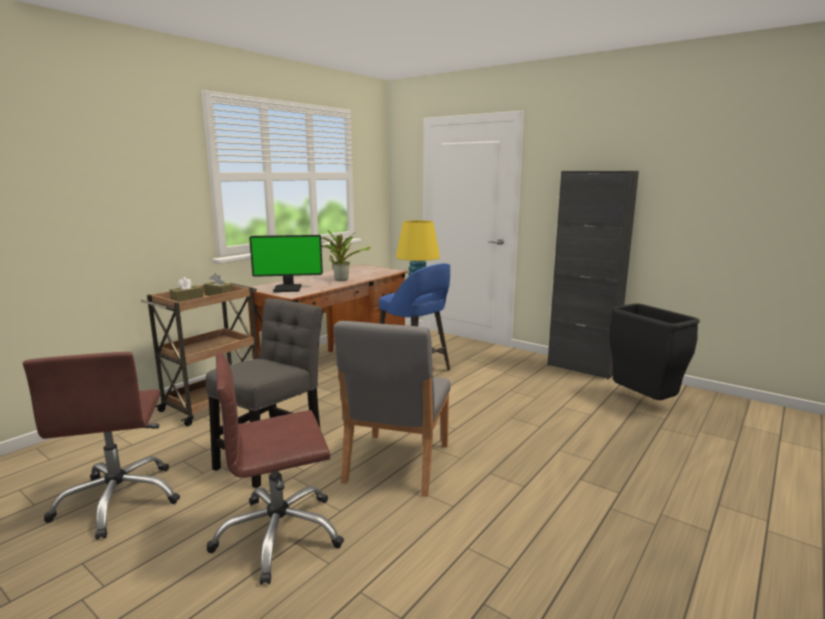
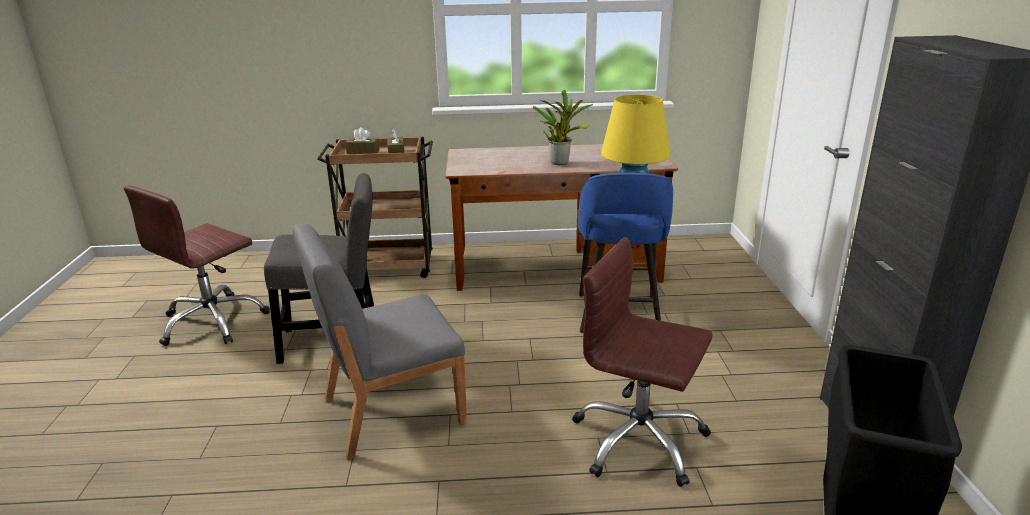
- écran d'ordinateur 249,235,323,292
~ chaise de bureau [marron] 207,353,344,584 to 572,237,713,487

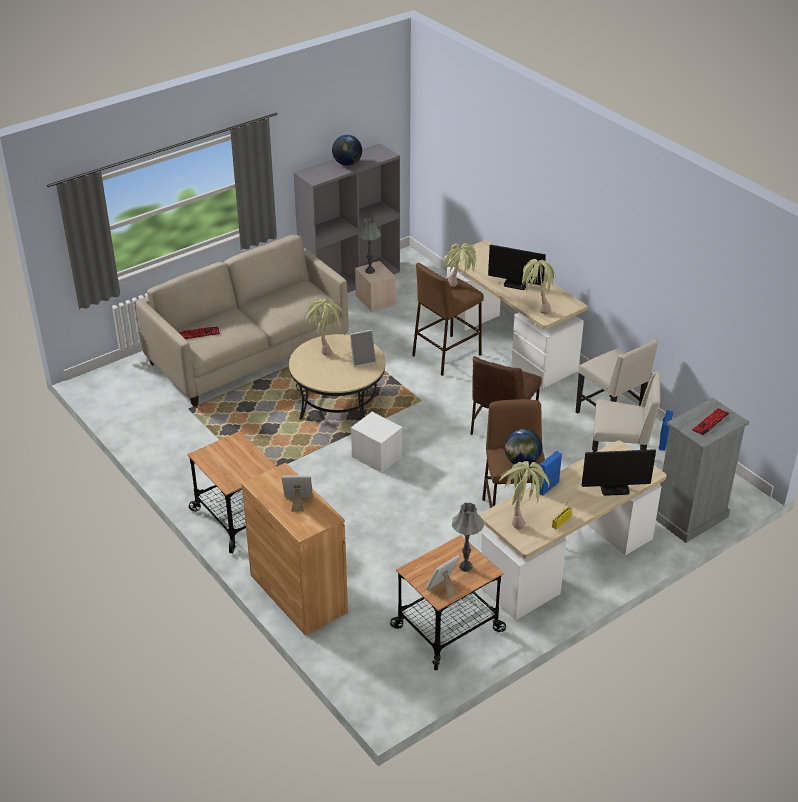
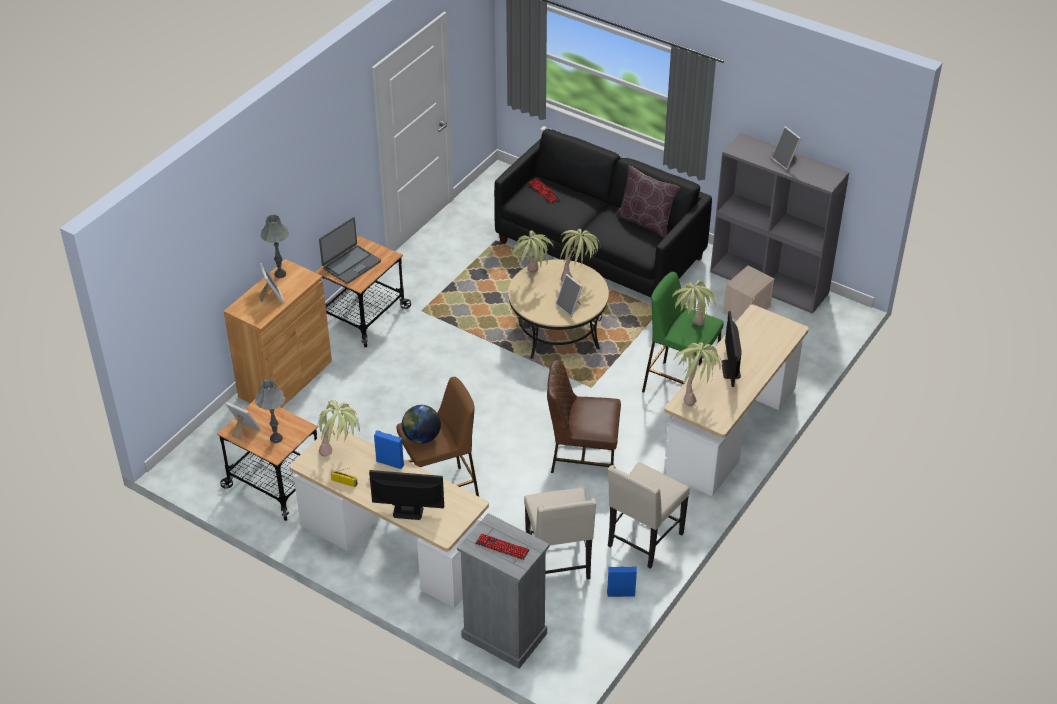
- boîte de rangement [blanc] 351,412,402,473
+ ordinateur portable 319,217,381,284
+ plante en pot 512,231,554,273
+ coussin [marron] 616,166,680,237
~ lampe de table [gris] 358,218,381,274 to 261,214,289,278
~ globe 332,135,362,166 to cadre photo 771,126,801,170
~ canapé [beige] 136,235,349,406 to canapé [noir] 494,129,712,297
~ tabouret [marron] 412,263,484,376 to tabouret [vert] 642,272,724,393
~ écran d'ordinateur 582,449,656,496 = 369,470,444,520 120 degrees clockwise

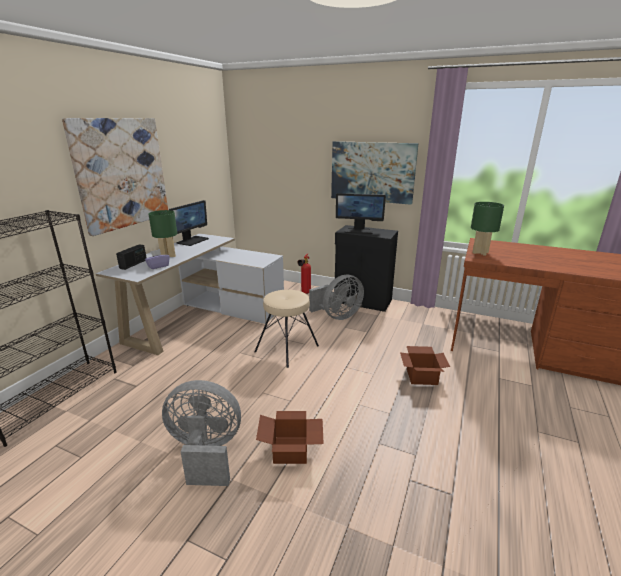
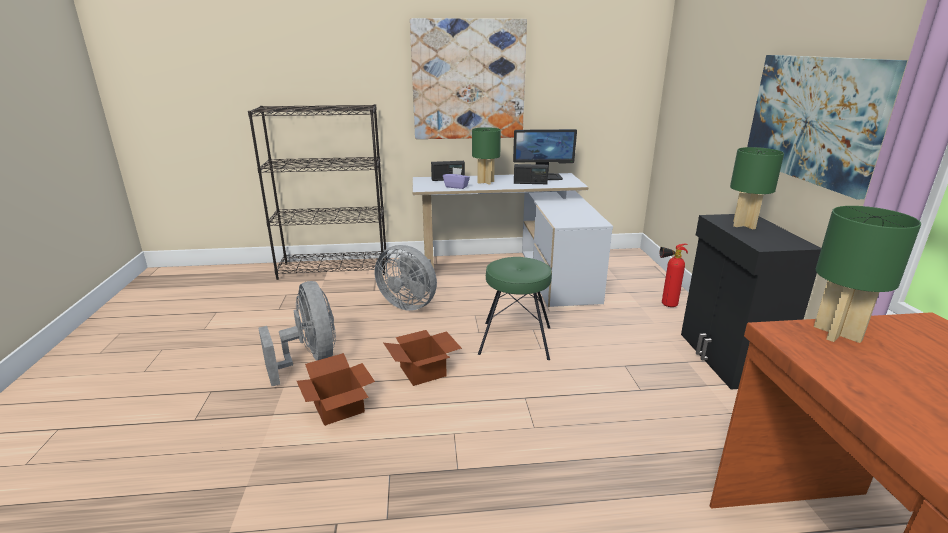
+ radio 514,164,548,184
~ ventilateur [gris] 309,274,364,320 to 374,245,437,311
~ carton 400,346,450,385 to 384,330,462,386
~ écran d'ordinateur 336,193,386,234 to lampe de table [vert] 730,147,784,229
~ tabouret [beige] 254,290,319,368 to tabouret [vert] 478,257,552,360

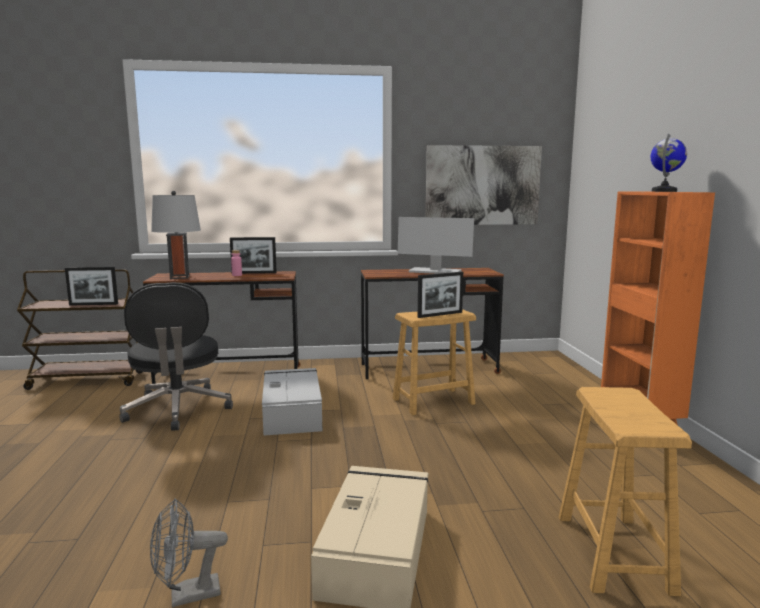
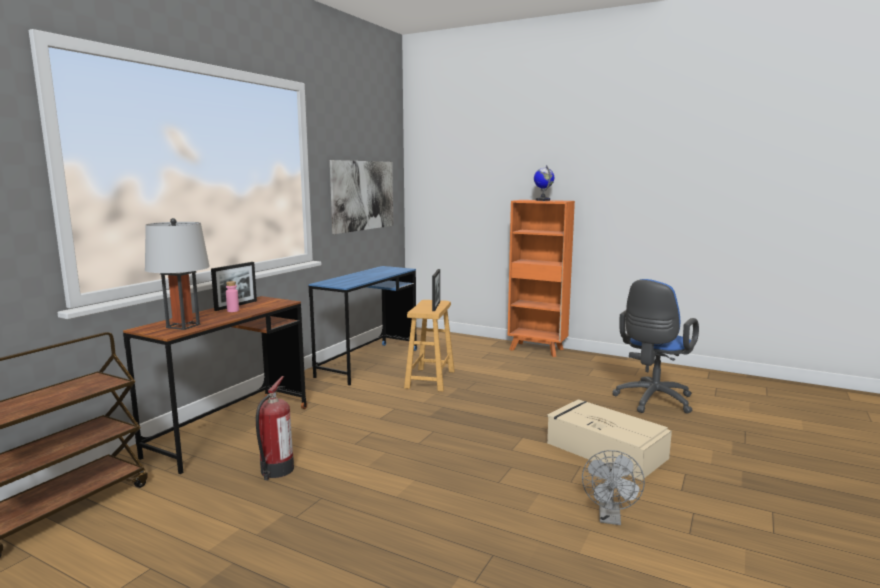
- cadre photo 65,267,118,306
- boîte de rangement [gris] 262,368,322,436
- écran d'ordinateur 398,217,474,274
~ chaise de bureau [noir] 119,282,233,431 to extincteur 256,376,294,480
~ tabouret [marron] 559,387,692,596 to chaise de bureau [bleu] 612,279,699,414
~ bureau [marron] 361,268,504,379 to bureau [bleu] 309,266,417,386

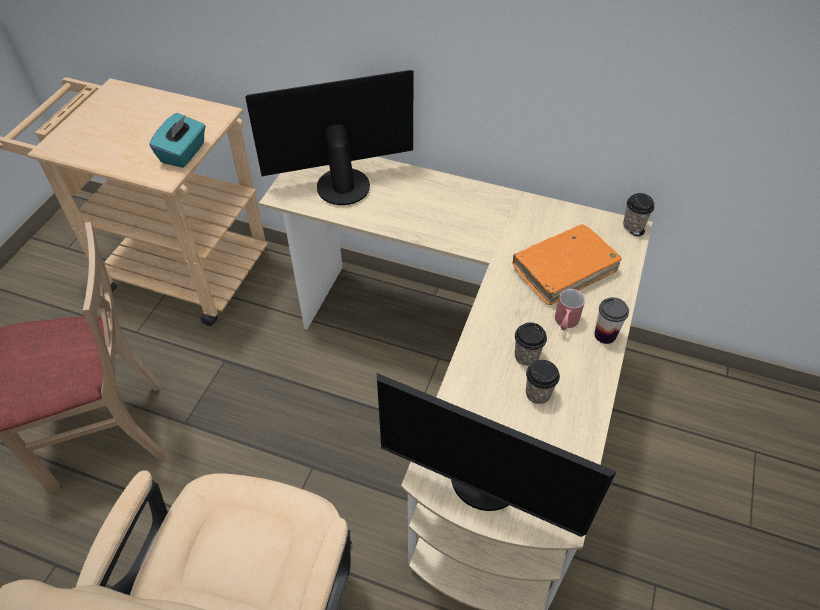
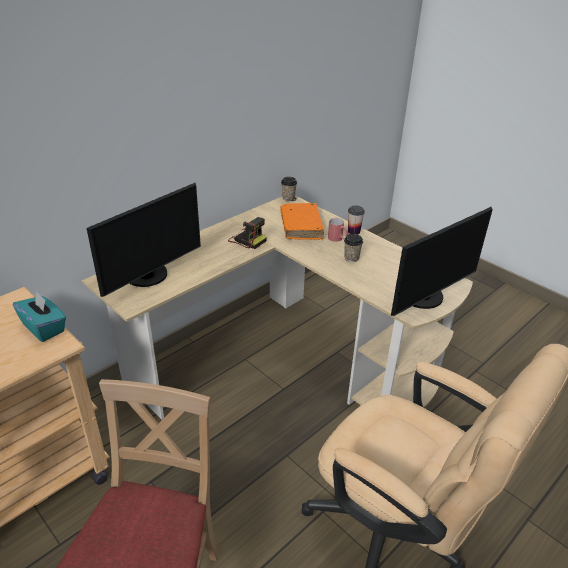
- tasse 526,360,560,404
+ appareil photo 228,217,267,249
~ écran d'ordinateur 245,70,414,205 = 86,183,201,297 150 degrees counterclockwise

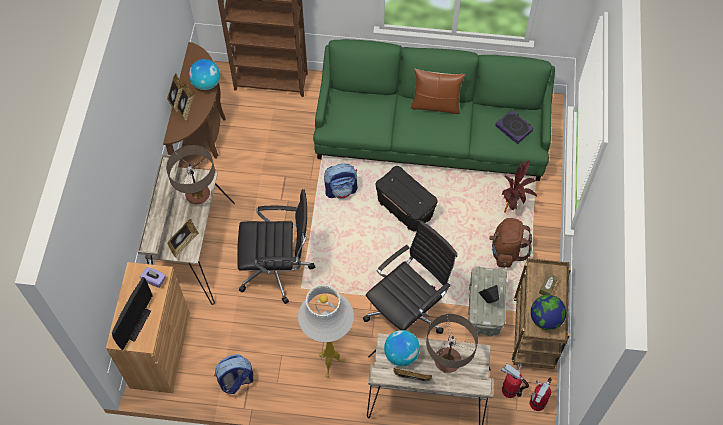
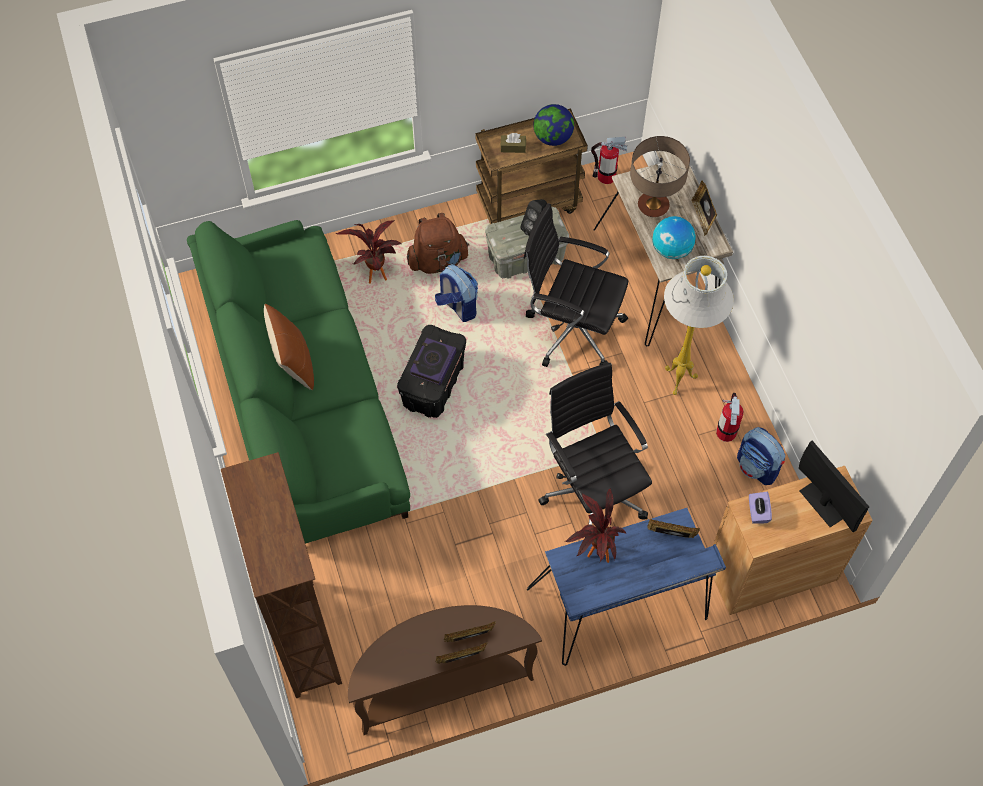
- globe 189,59,220,90
~ sac à dos 324,164,358,199 to 435,264,478,322
~ livre 495,110,534,144 to 410,337,457,385
~ extincteur 501,363,529,398 to 716,393,743,442
~ lampe de table 166,145,215,205 to plante en pot 565,488,626,563
~ bureau [beige] 137,154,235,305 to bureau [bleu] 527,508,726,666
~ écran d'ordinateur 112,277,153,350 = 799,440,869,532 60 degrees clockwise

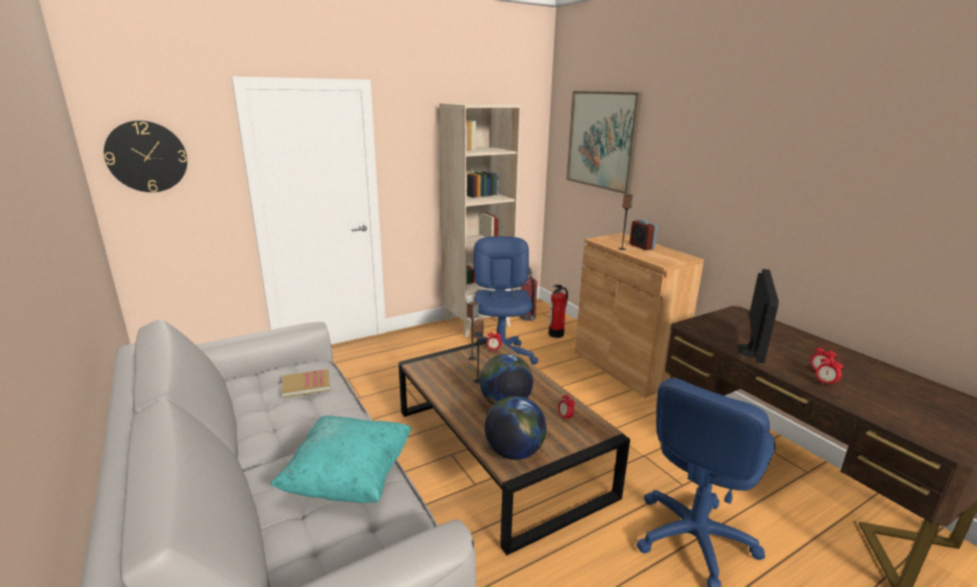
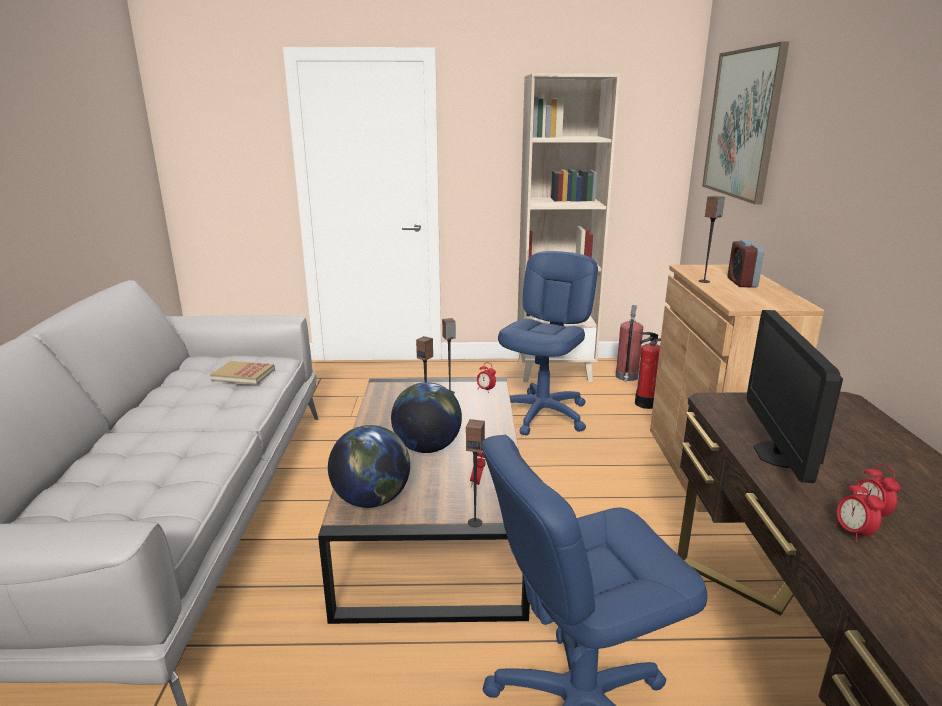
- horloge murale 104,120,187,192
- coussin [turquoise] 270,416,412,503
+ enceinte 466,419,485,527
~ écran d'ordinateur 738,269,779,363 = 747,310,843,483 135 degrees clockwise

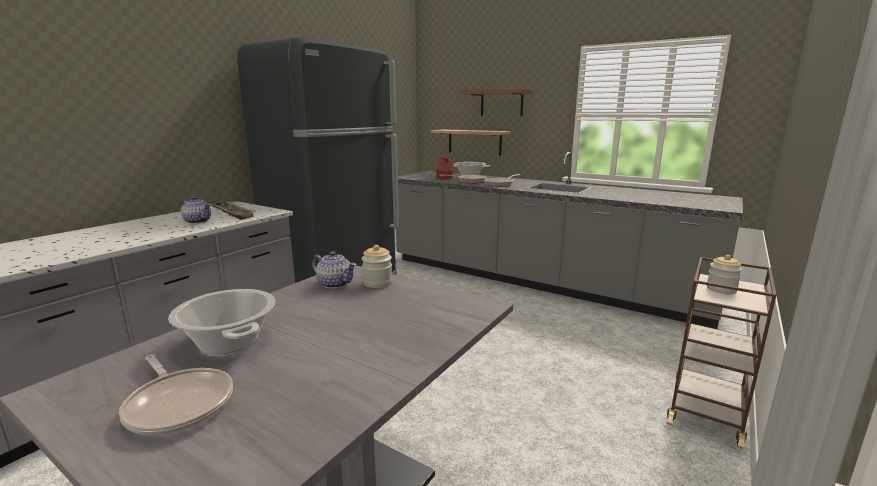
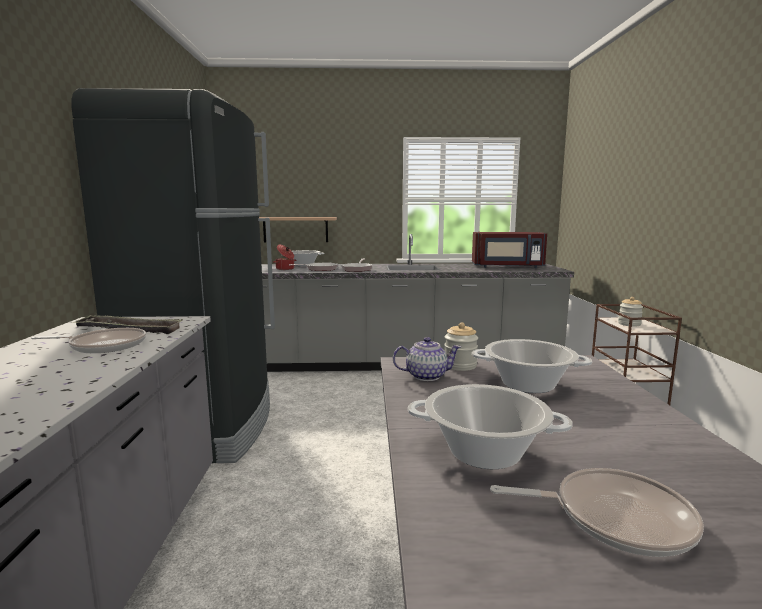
- étagère [marron] 461,88,533,116
+ micro-ondes [rouge] 472,232,547,268
+ marmite 472,339,592,393
~ théière 180,197,211,224 to poêle 31,328,146,353

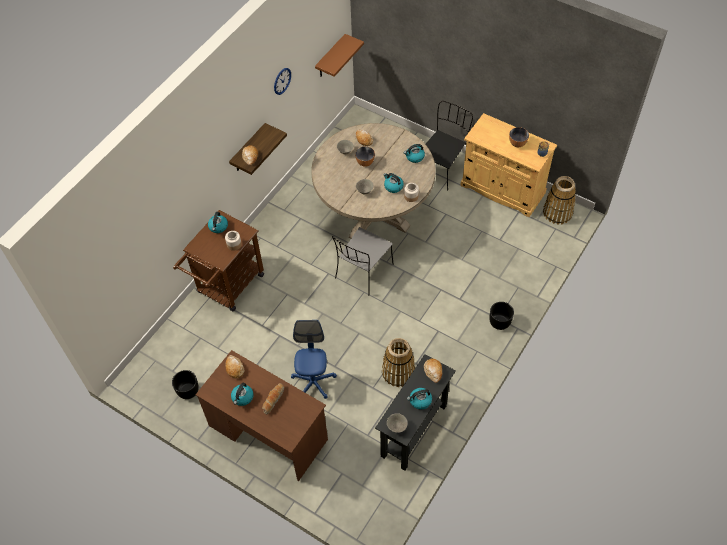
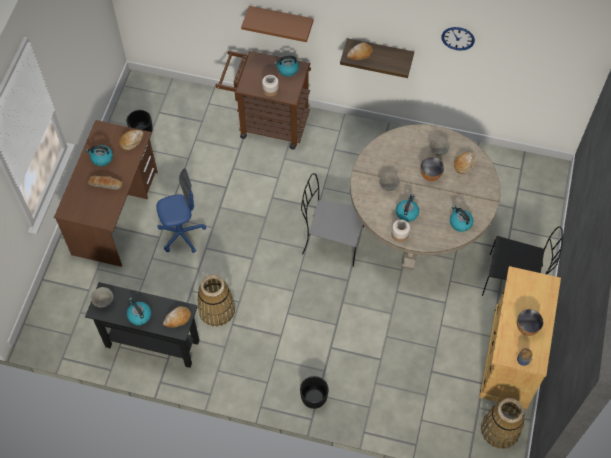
~ étagère [marron] 315,34,364,77 to 241,6,314,42

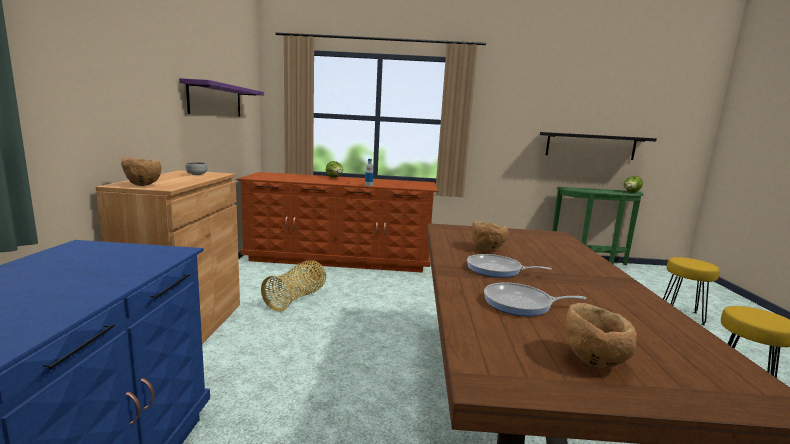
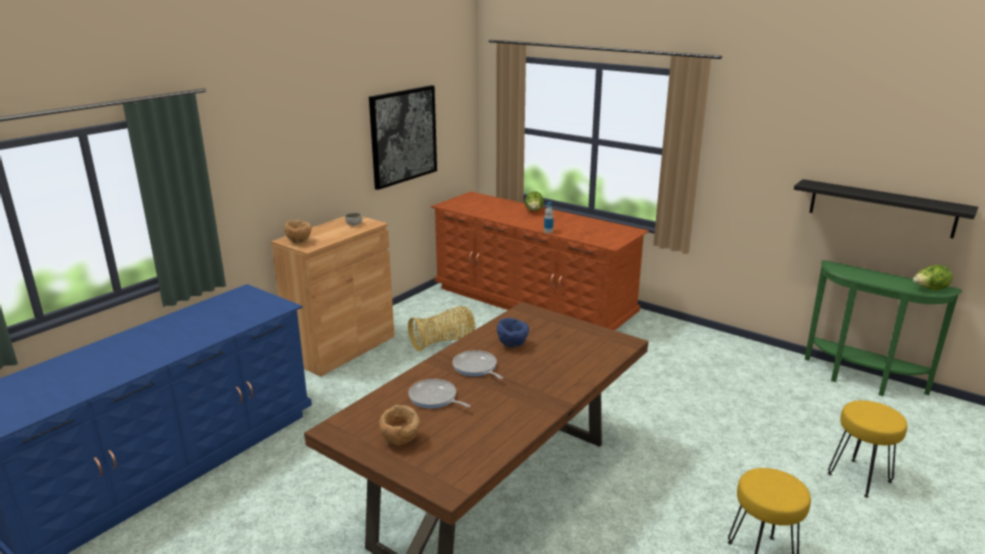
~ étagère [violet] 179,78,264,117 to tableau 369,85,437,190
~ bol [marron] 472,221,509,251 to bol [bleu] 497,318,529,348

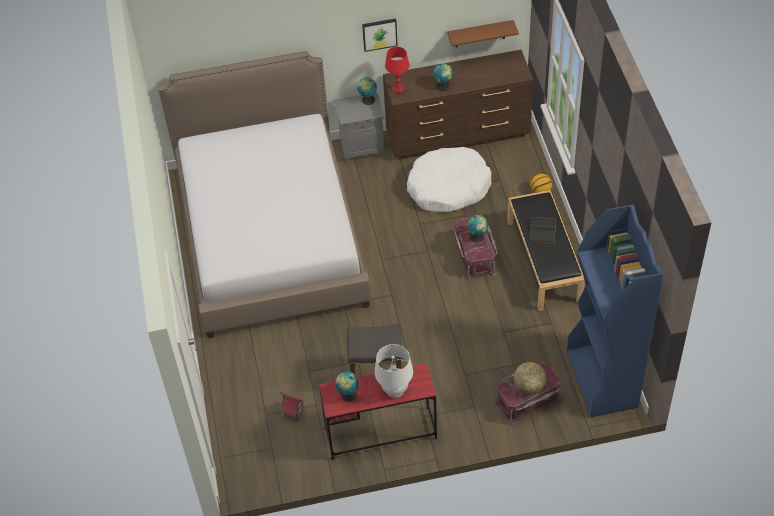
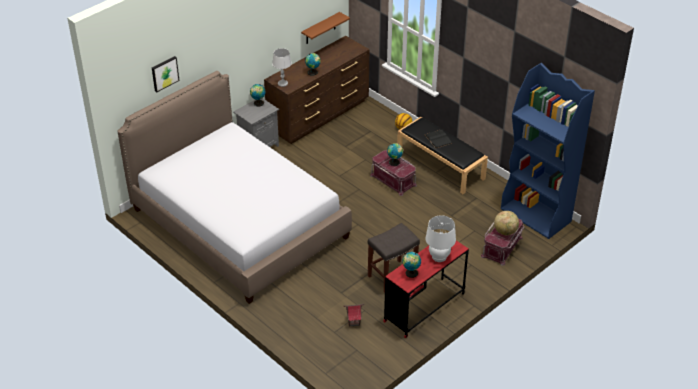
- panier pour chien [blanc] 407,147,492,212
~ tableau 362,18,398,52 to 152,56,179,92
~ lampe de table [rouge] 385,47,410,93 to lampe de table [gris] 272,48,292,87

